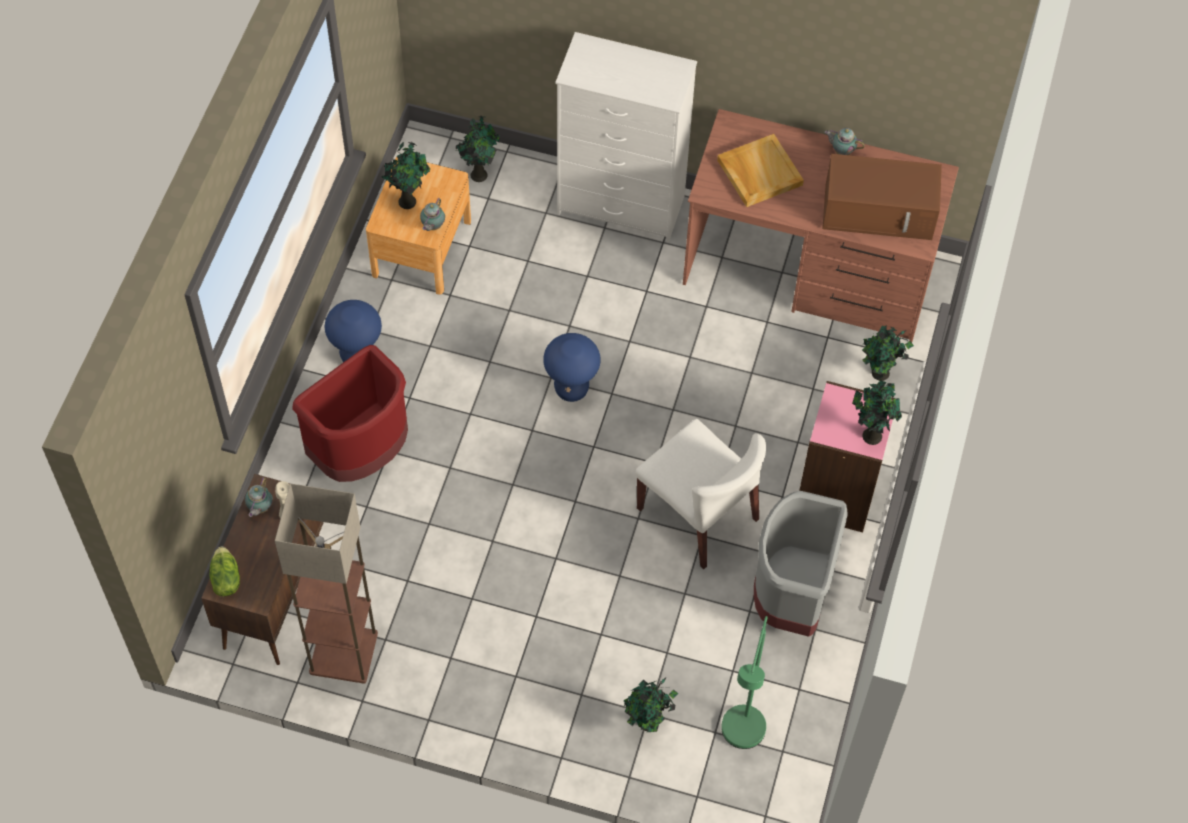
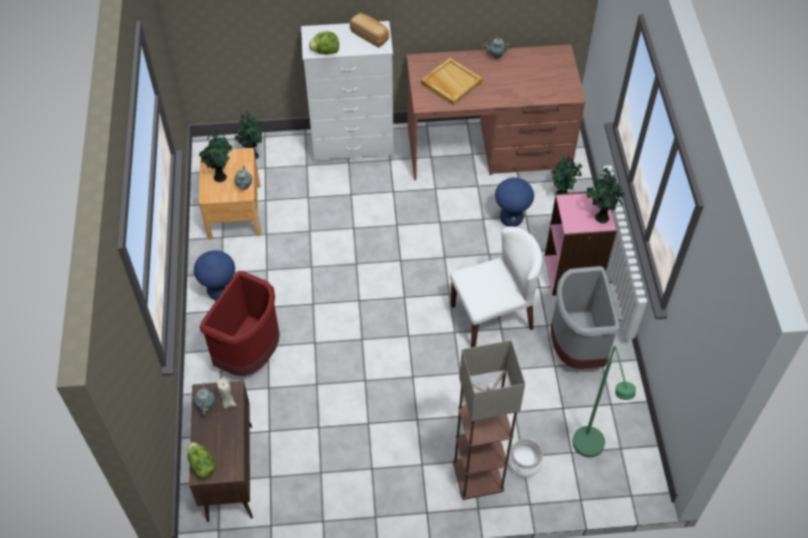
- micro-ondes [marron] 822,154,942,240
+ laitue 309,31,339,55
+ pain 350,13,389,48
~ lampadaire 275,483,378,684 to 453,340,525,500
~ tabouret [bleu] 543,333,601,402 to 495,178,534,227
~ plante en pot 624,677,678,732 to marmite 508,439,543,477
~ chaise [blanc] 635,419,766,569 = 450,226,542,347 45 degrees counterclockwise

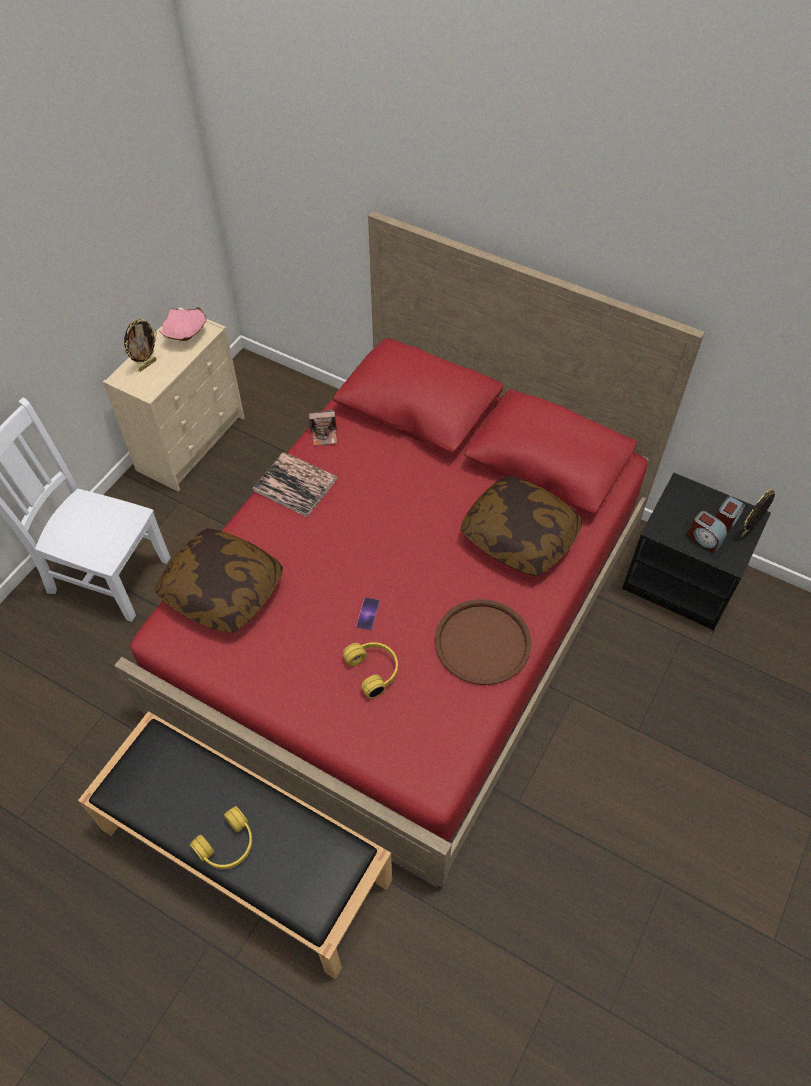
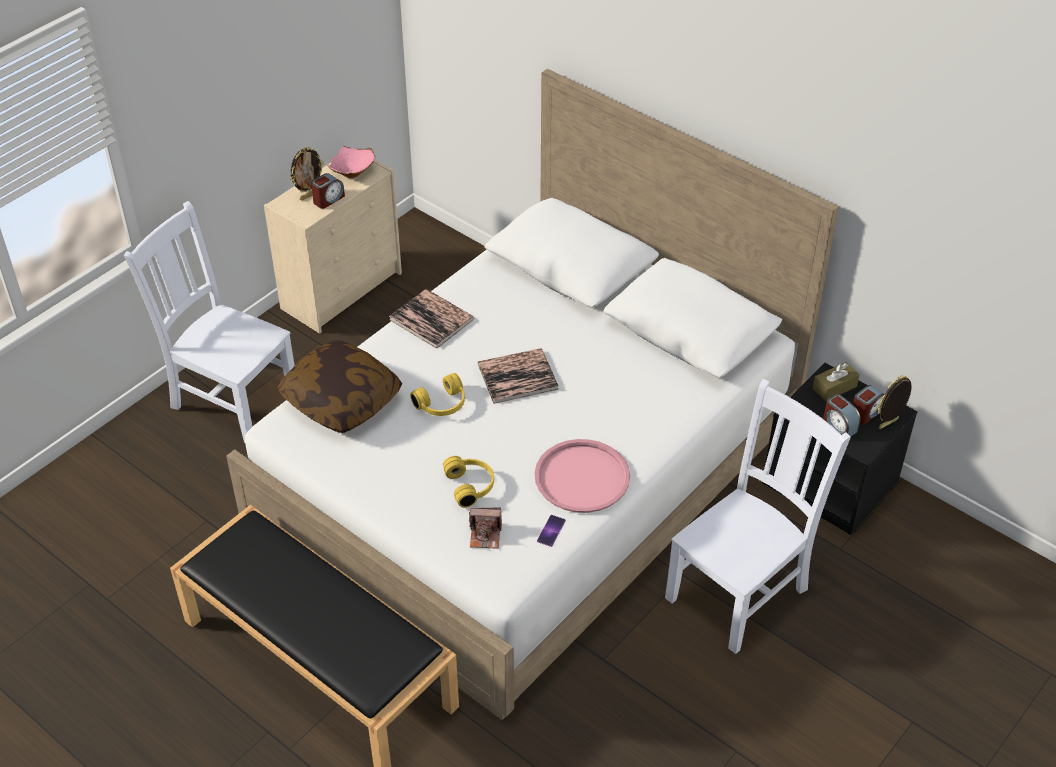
- coussin 461,476,583,576
+ réveil 311,173,345,209
+ livre 478,348,559,404
+ chaise [blanc] 665,379,851,654
+ boîte à mouchoirs [marron] 813,362,860,401
~ casque audio [jaune] 189,806,253,869 to 410,373,465,416
~ appareil photo 308,410,337,446 to 469,507,502,549
~ téléphone 356,597,380,631 to 537,515,566,547
~ lit [rouge] 114,211,705,887 to lit [blanc] 226,69,839,720
~ plateau [marron] 435,599,532,685 to plateau [rose] 535,439,630,513

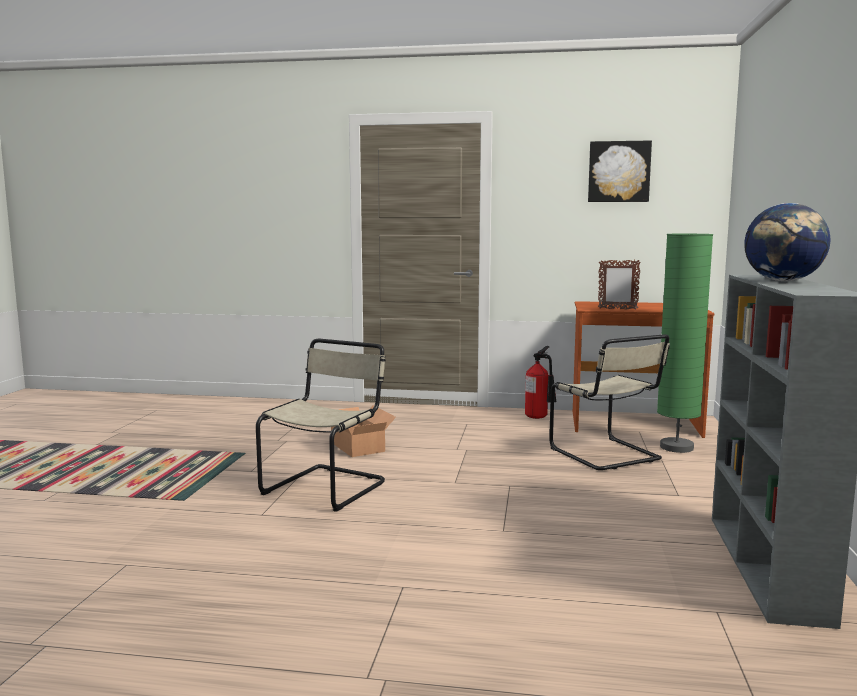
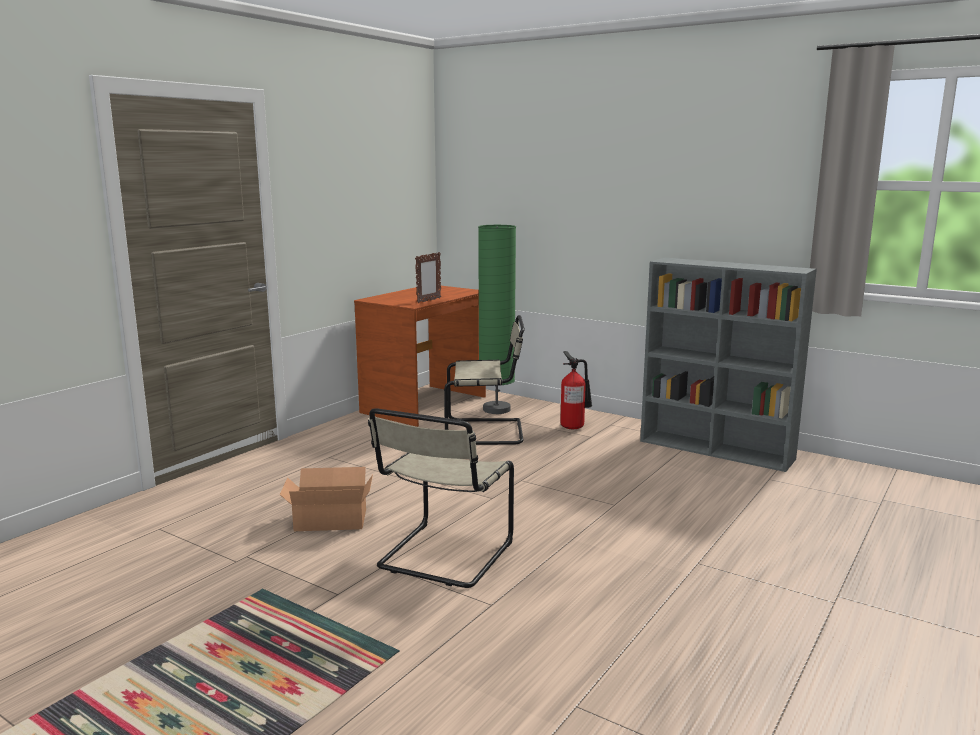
- tableau 588,140,652,202
- globe 744,203,830,281
~ extincteur 525,346,557,419 to 560,351,592,429
~ chaise [beige] 256,339,386,512 = 368,408,514,588 120 degrees counterclockwise

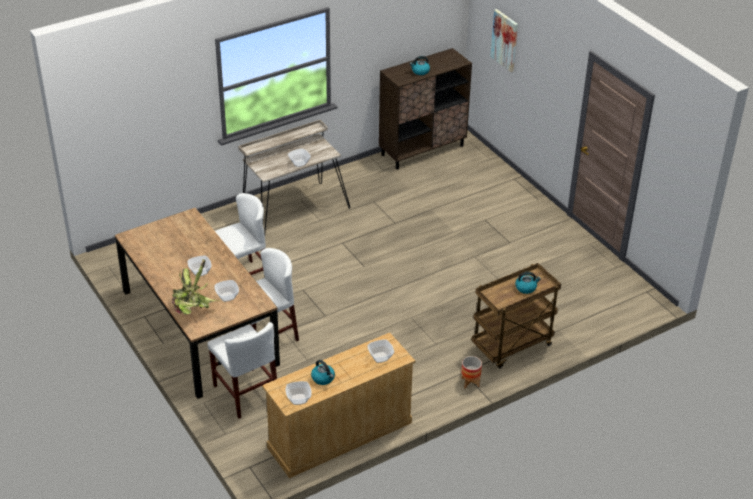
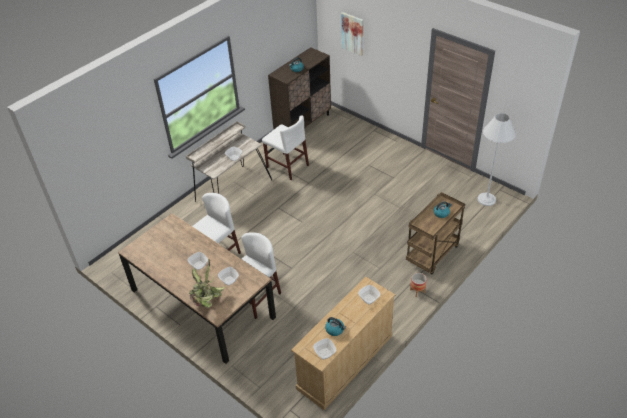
+ lampadaire [blanc] 477,113,516,206
~ chaise [blanc] 207,322,277,419 to 262,115,309,180

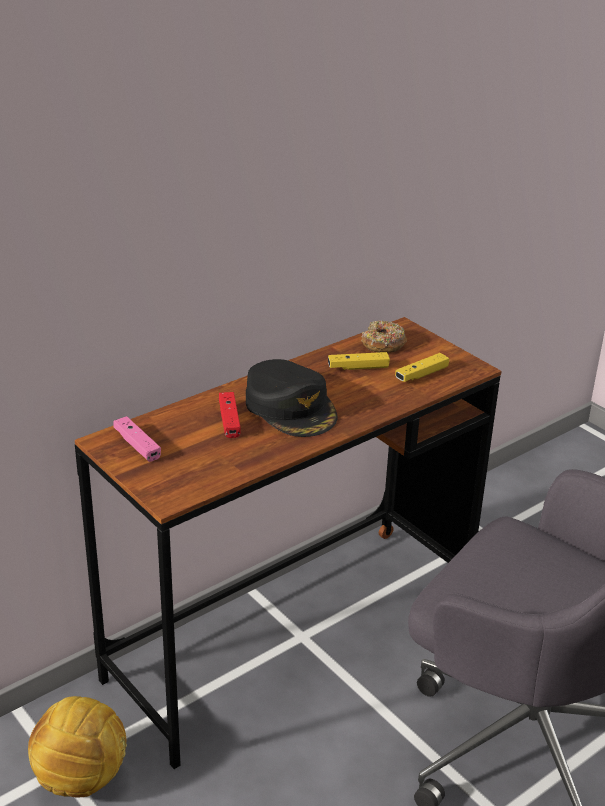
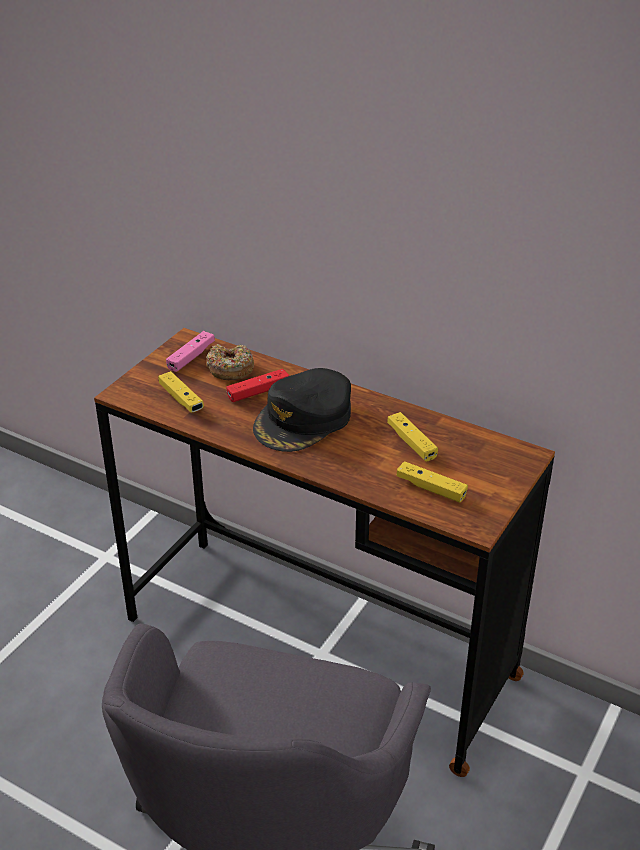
- ballon de foot 28,696,127,797
+ manette [jaune] 158,371,204,412
~ beignet 361,321,407,353 to 206,344,254,380

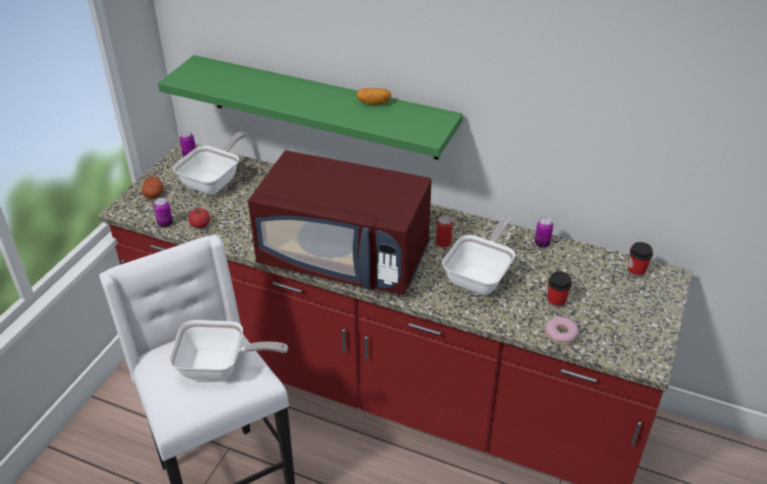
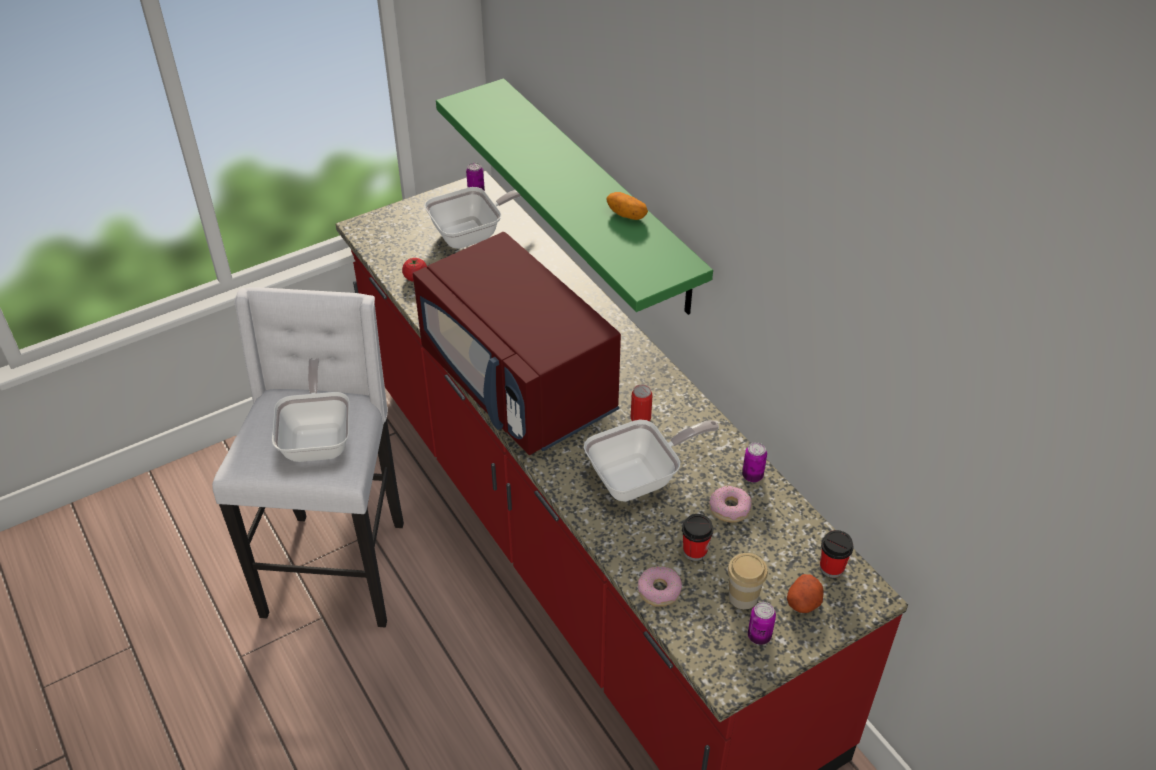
+ beignet 709,486,752,523
+ tasse 728,553,768,609
~ pomme de terre 142,177,164,198 to 787,574,824,613
~ boîte métallique 154,198,173,228 to 748,602,776,645
~ poêle 169,320,288,380 = 272,358,350,462 135 degrees counterclockwise

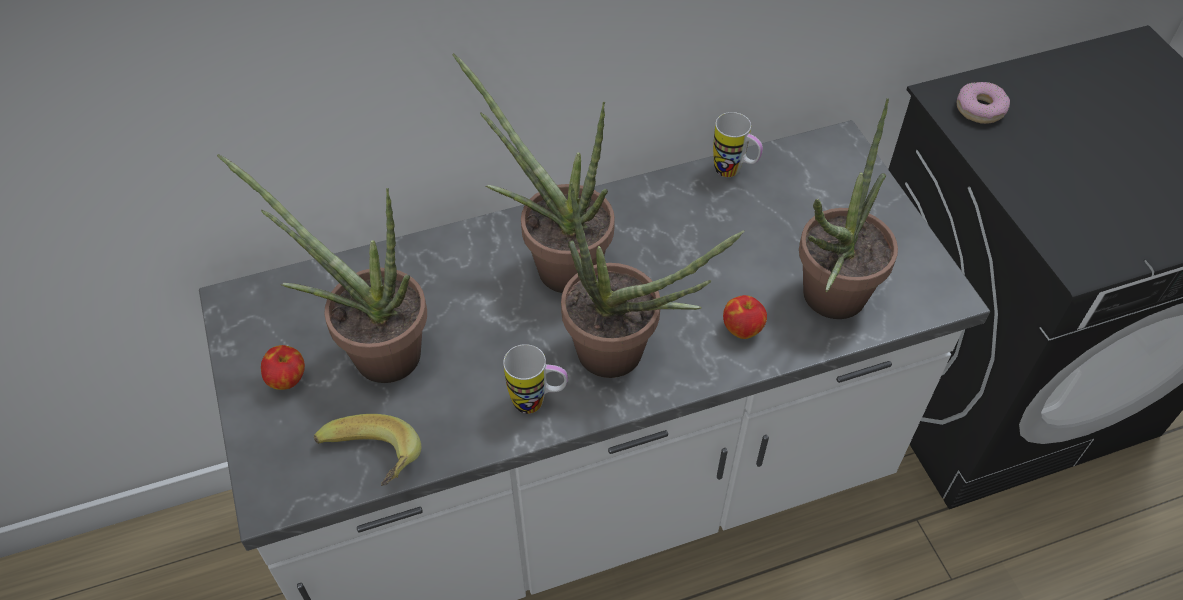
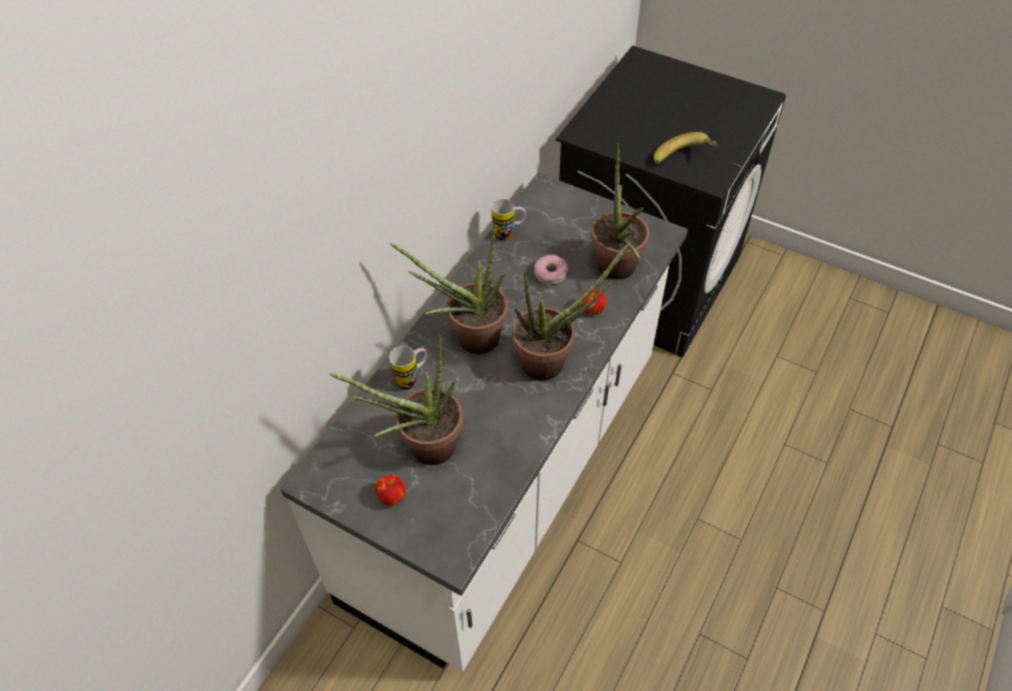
~ banane 314,414,421,486 to 654,132,719,164
~ mug 503,344,568,414 to 389,346,427,390
~ beignet 957,82,1010,124 to 534,254,569,285

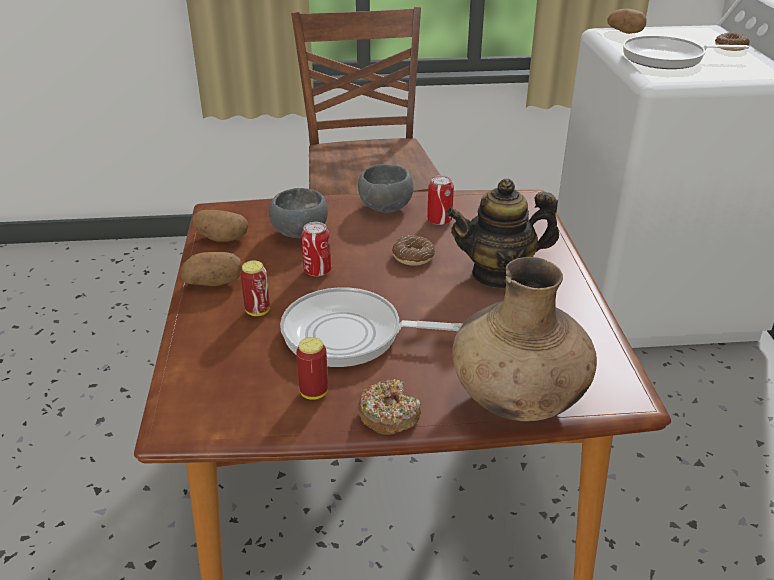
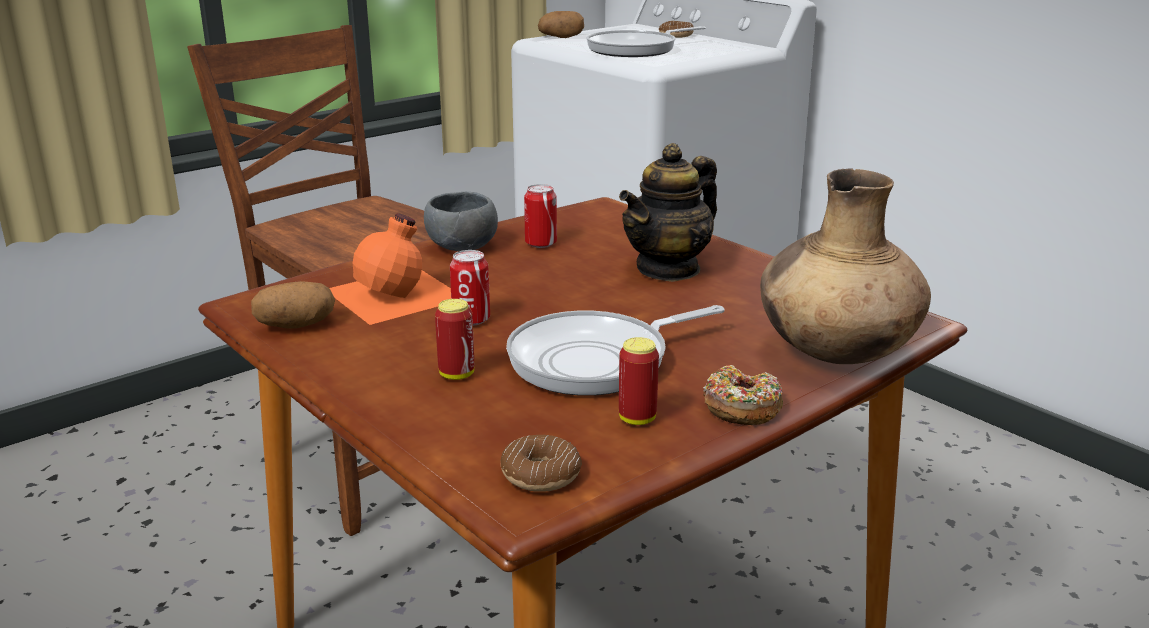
- pomme de terre 181,252,242,286
~ beignet 392,236,435,266 to 500,435,582,492
~ bol [gris] 269,188,328,238 to bouteille [orange] 330,213,451,325

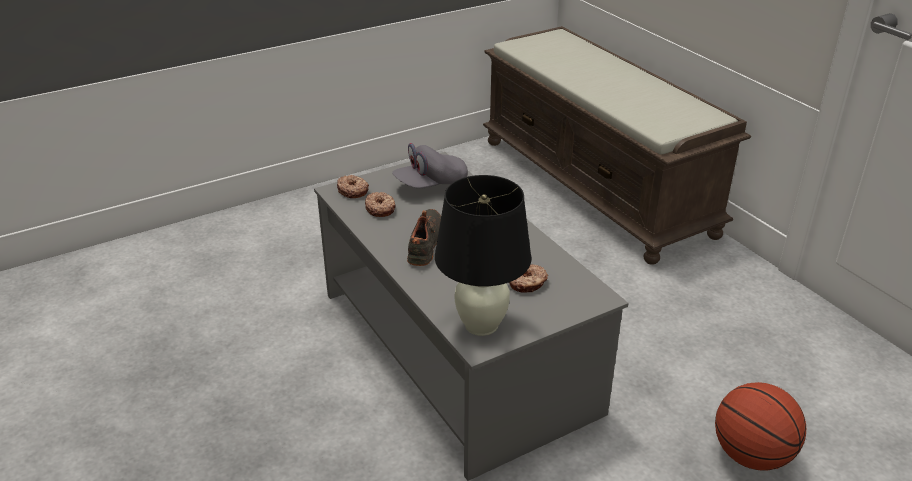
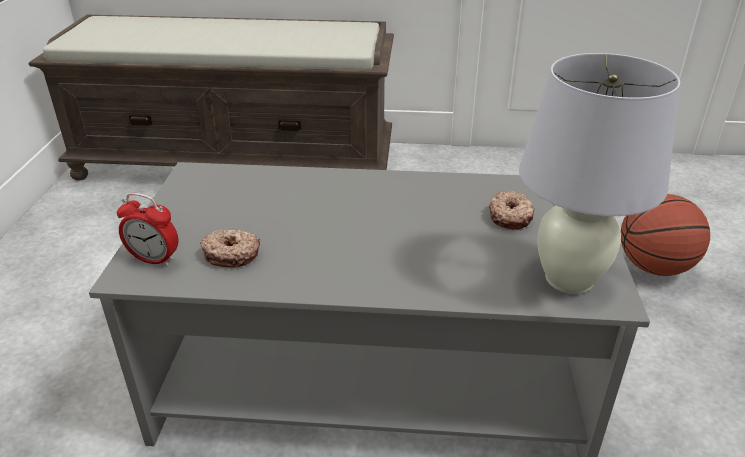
- casquette [gris] 392,143,468,189
- chaussure [noir] 407,209,441,266
~ beignet 337,175,369,198 to réveil 117,193,178,266
~ lampe de table [noir] 435,175,531,336 to lampe de table [blanc] 519,53,680,294

